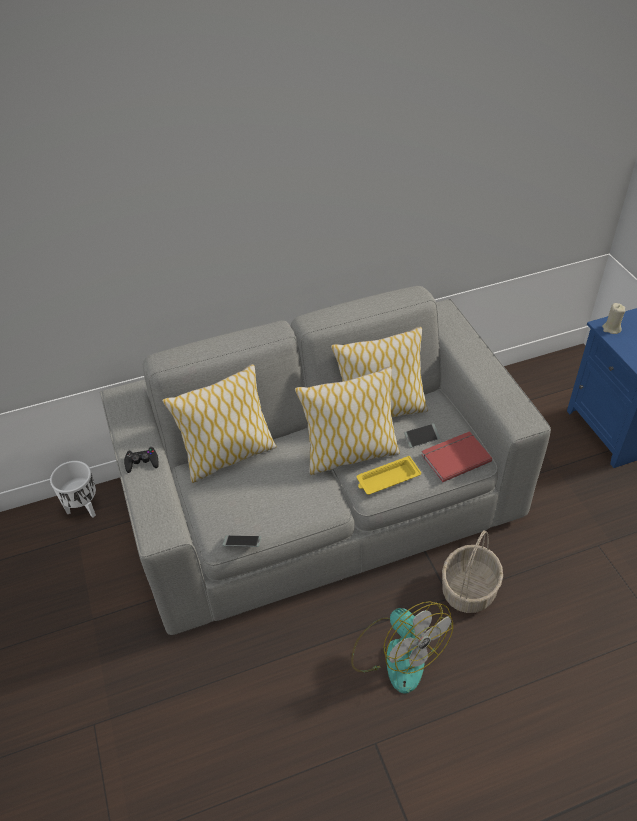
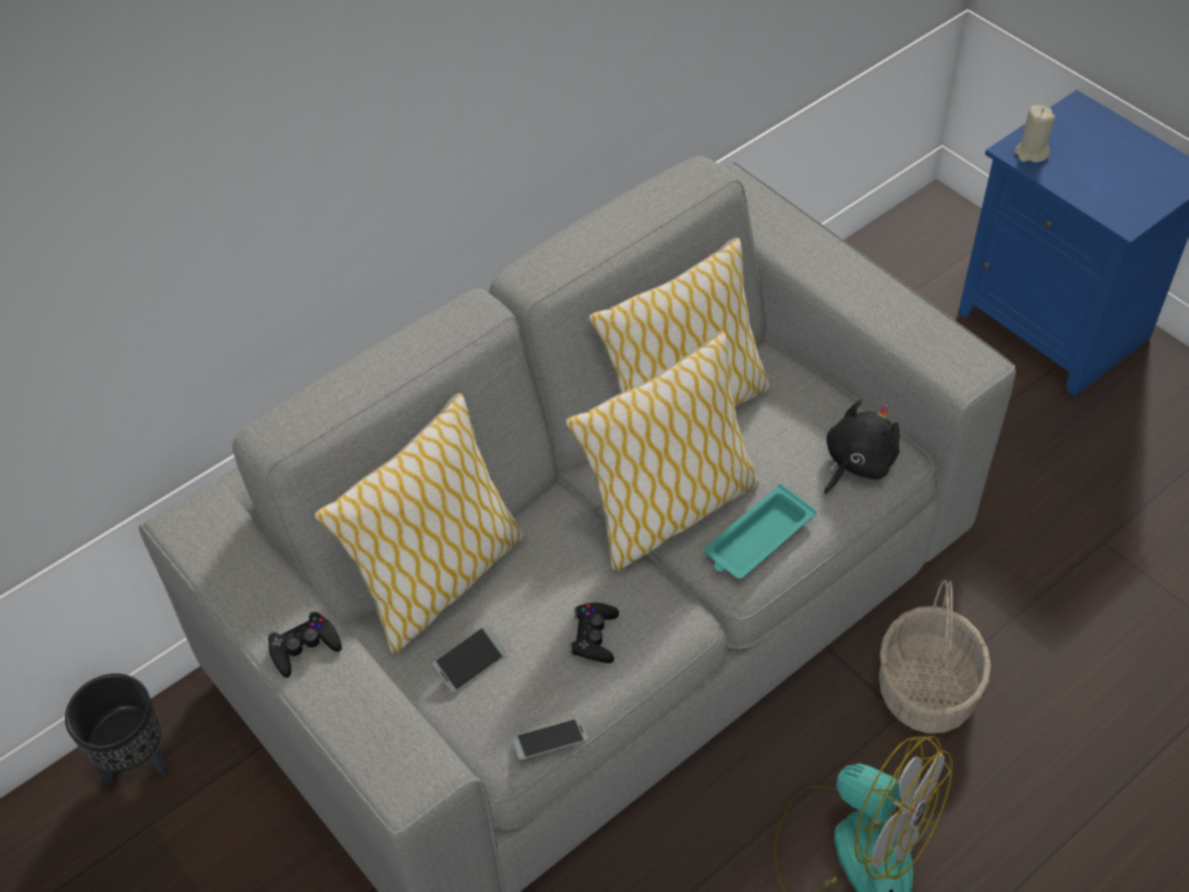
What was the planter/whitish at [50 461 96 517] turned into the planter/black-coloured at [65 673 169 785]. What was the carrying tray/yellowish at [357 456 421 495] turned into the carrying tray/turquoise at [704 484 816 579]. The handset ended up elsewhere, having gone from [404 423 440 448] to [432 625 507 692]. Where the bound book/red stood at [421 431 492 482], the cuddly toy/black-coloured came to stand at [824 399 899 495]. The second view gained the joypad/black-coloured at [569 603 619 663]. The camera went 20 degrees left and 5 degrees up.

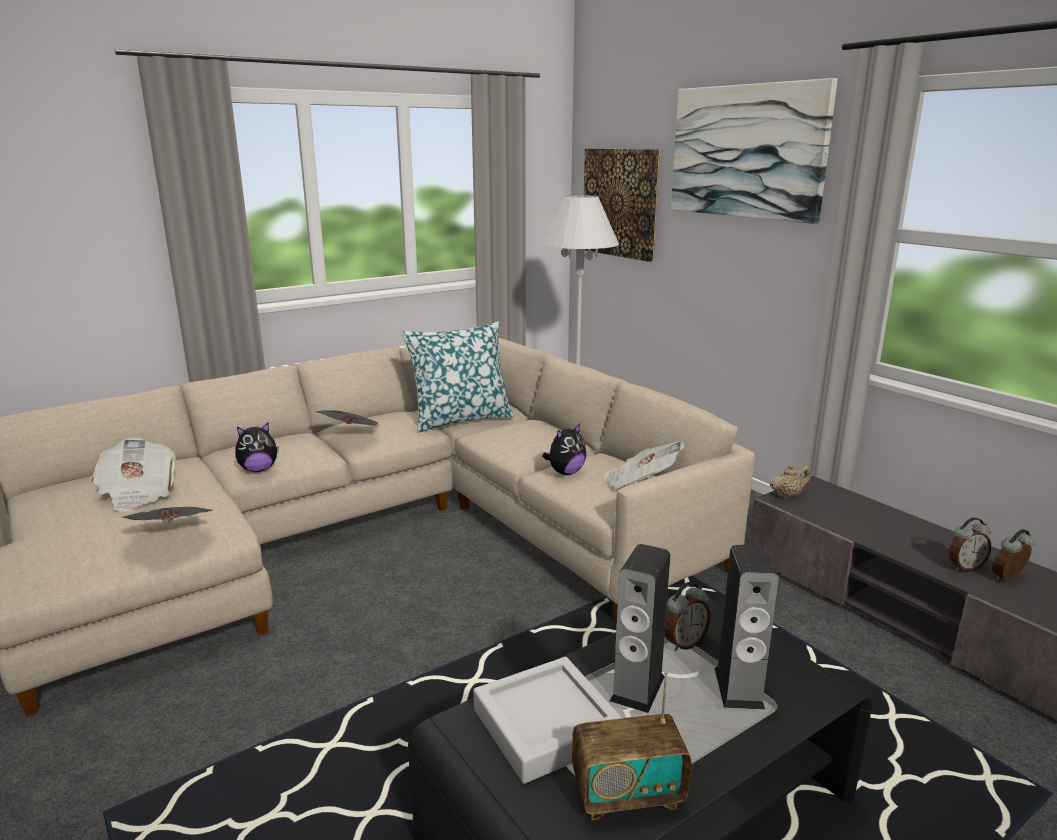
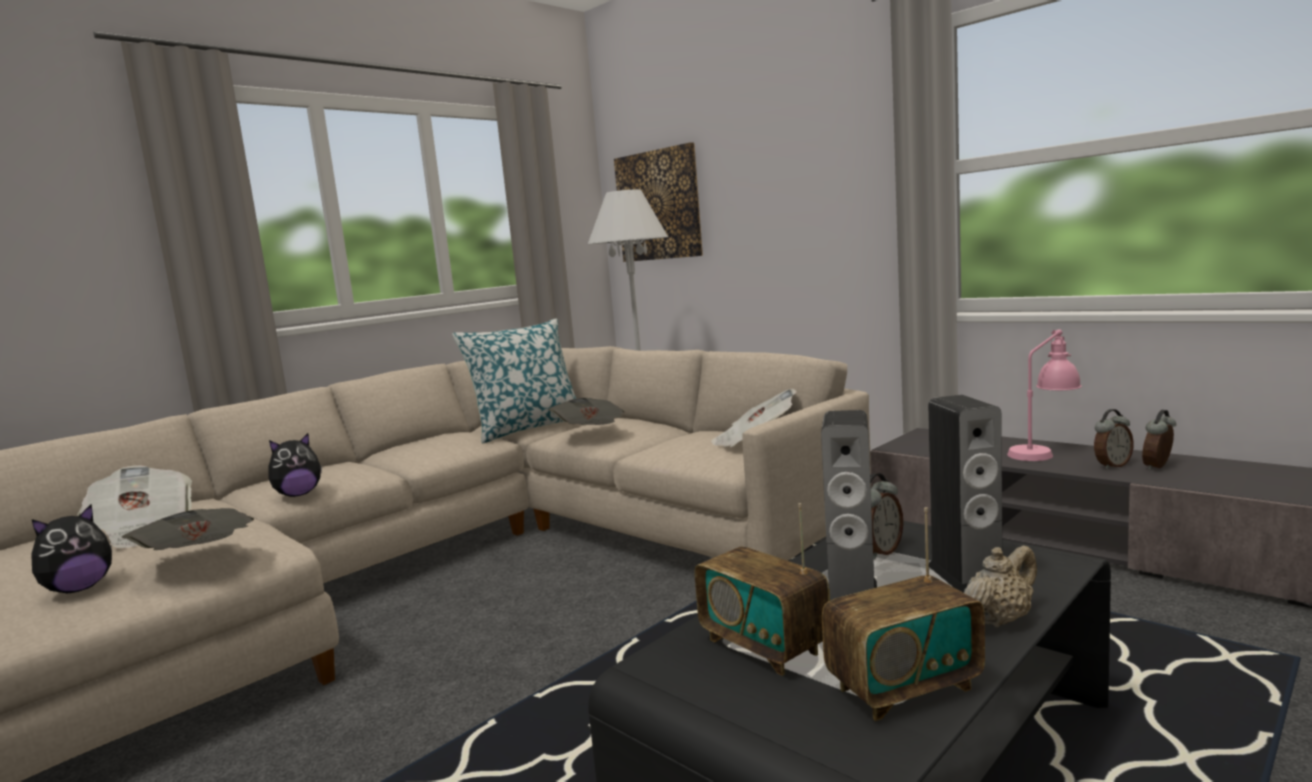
The printed paper ended up elsewhere, having gone from [316 410 377 426] to [549 398 624 425]. Where the carrying tray/grey stood at [473 657 622 783], the radio set came to stand at [695 503 830 676]. The cuddly toy ended up elsewhere, having gone from [542 424 586 475] to [31 505 112 593]. The second view lost the wall picture at [671 78 838 224]. The teapot/beige-coloured ended up elsewhere, having gone from [770 464 811 498] to [964 545 1037 628]. The second view gained the lamp for a table/pinkish at [1007 329 1082 461]. The camera went 10 degrees left and 10 degrees down.

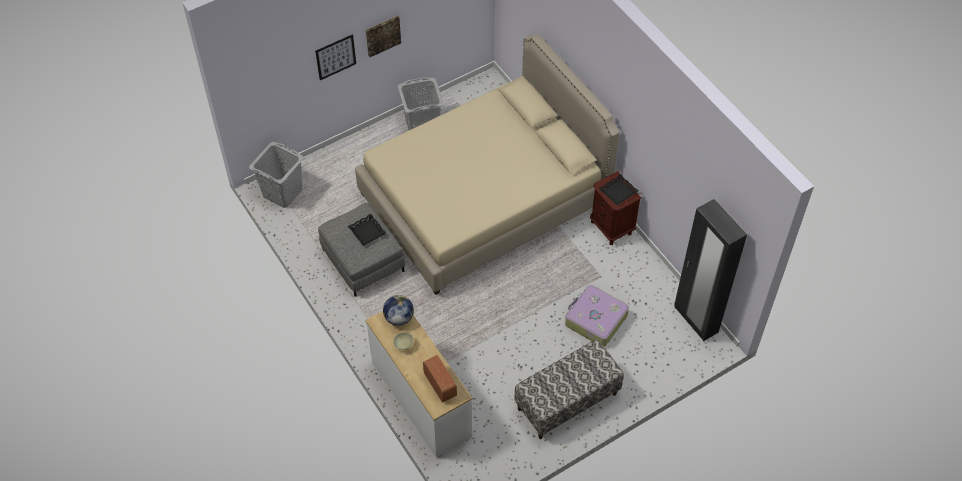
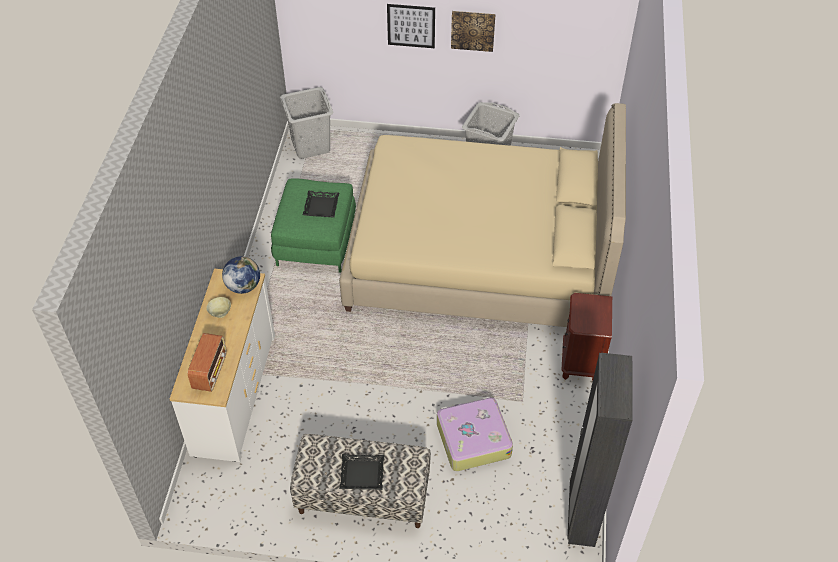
What was the ottoman/grey at [318 202 405 297] turned into the ottoman/green-coloured at [271 178 356 273]. The carrying tray/black-coloured ended up elsewhere, having gone from [599 174 639 205] to [339 454 384 490]. The camera went 40 degrees right and 5 degrees down.

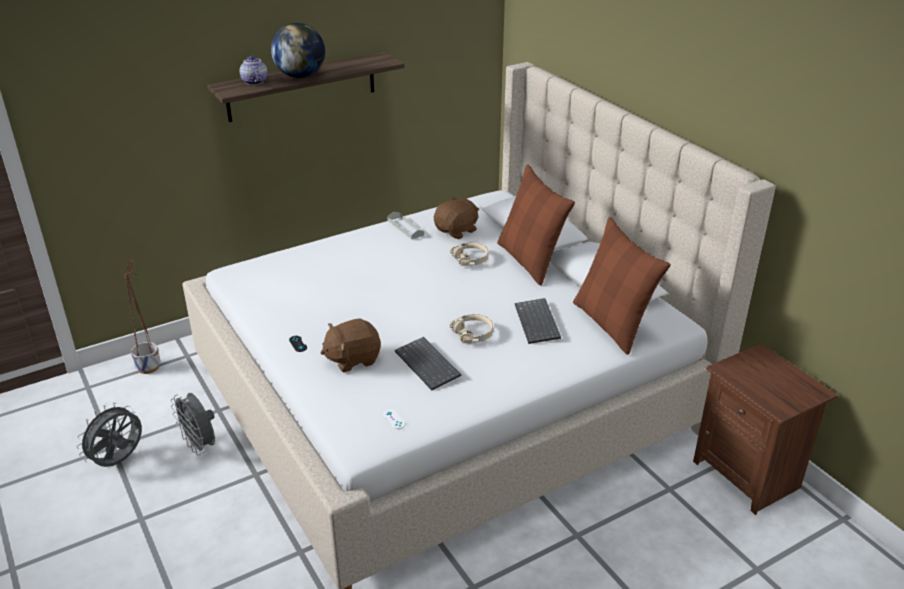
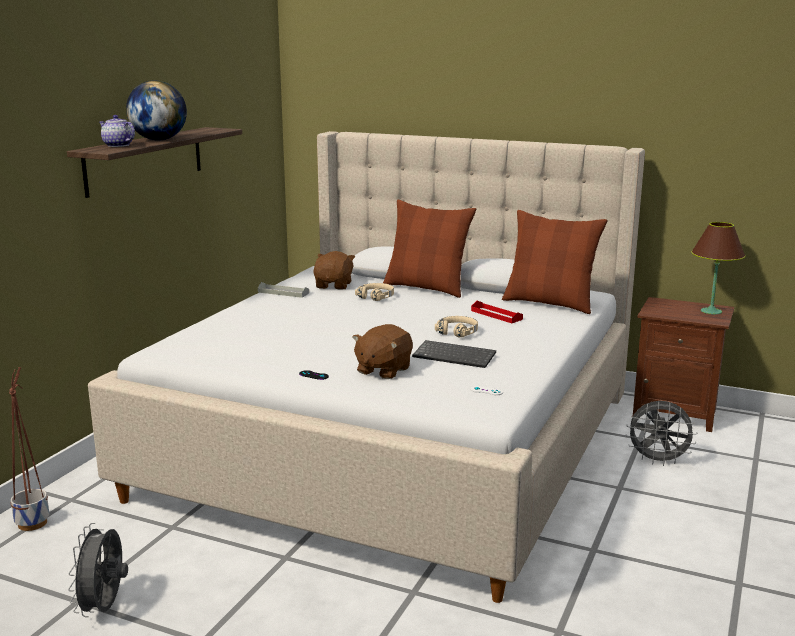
The fan/grey ended up elsewhere, having gone from [170 393 215 455] to [626 401 698 466]. Where the keyboard stood at [515 298 561 344], the carrying tray/red came to stand at [471 301 523 323]. The second view gained the lamp for a table/brownish at [691 222 745 314]. The camera went 35 degrees left and 15 degrees down.

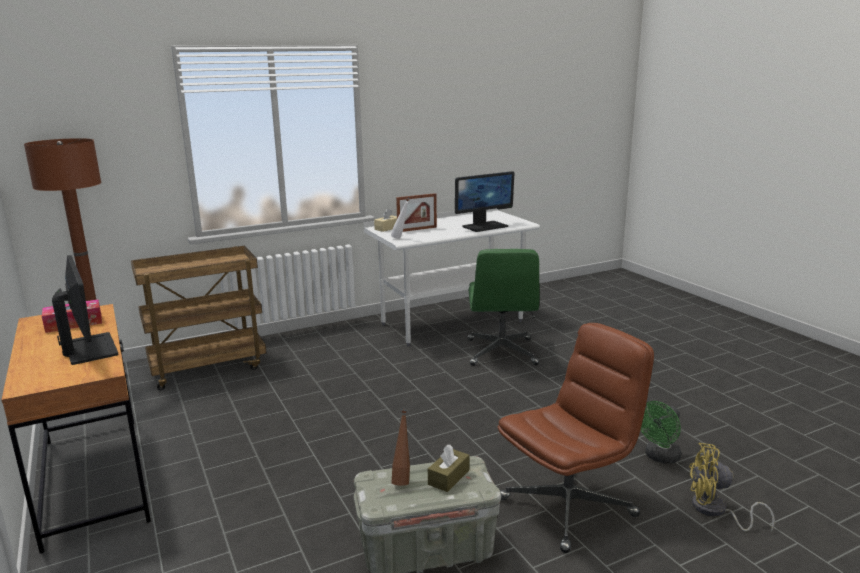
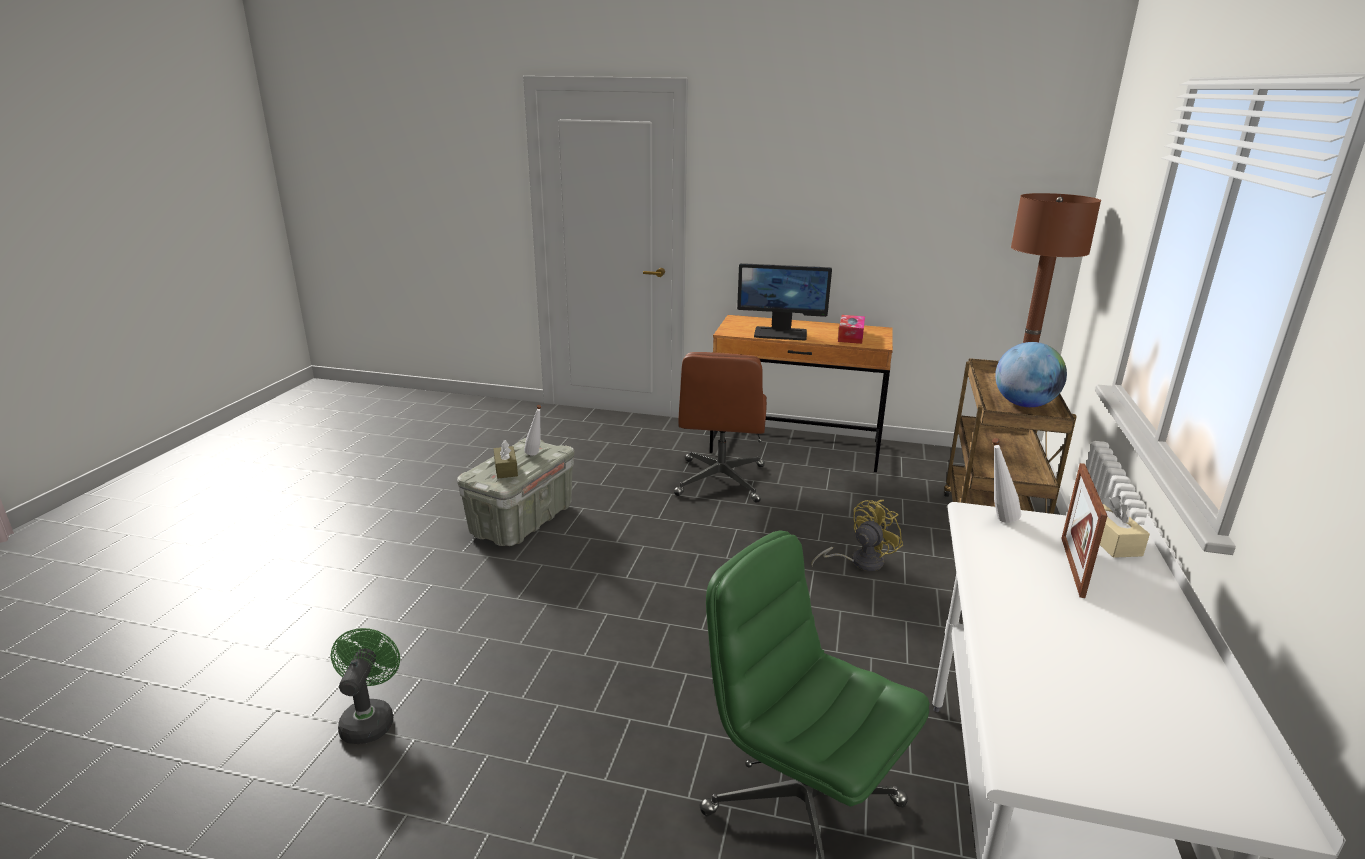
What was the beverage bottle/brownish at [392 410 410 486] turned into the beverage bottle/whitish at [524 405 542 456]. The second view lost the computer screen at [455 171 514 232]. The computer chair/brownish ended up elsewhere, having gone from [497 323 654 553] to [674 352 767 503]. The fan/yellowish ended up elsewhere, having gone from [689 443 775 532] to [811 500 903 571]. The second view gained the world globe at [995 342 1067 407]. The camera went 130 degrees right and 5 degrees up.

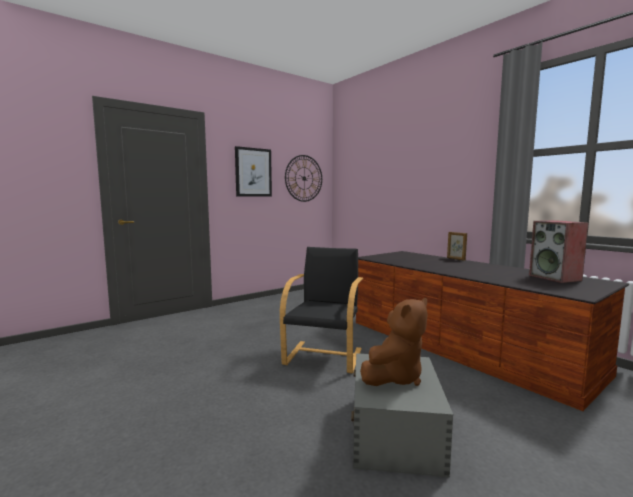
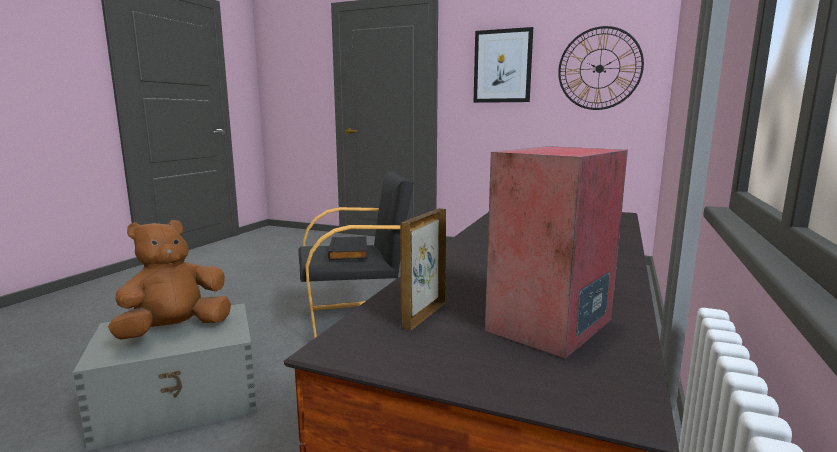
The cuddly toy/brownish at [360 298 428 386] ended up facing another way, 120 degrees clockwise from before. The standing frame ended up elsewhere, having gone from [447 232 467 261] to [400 208 446 330]. The second view gained the bound book/black-coloured at [328 236 367 260]. The camera went 60 degrees right and 5 degrees up.

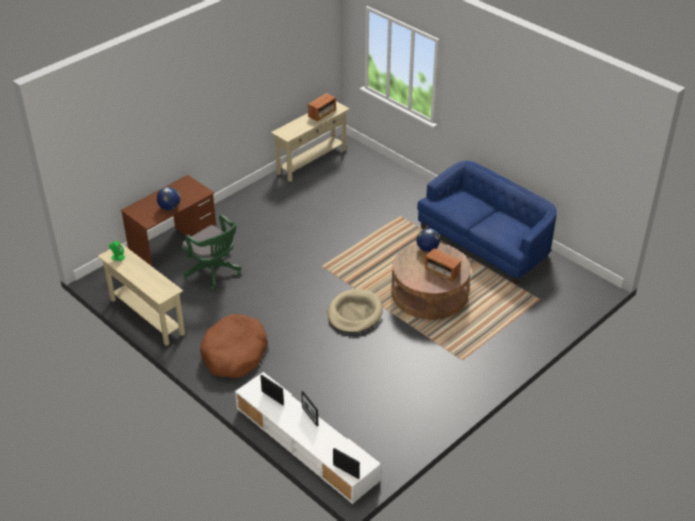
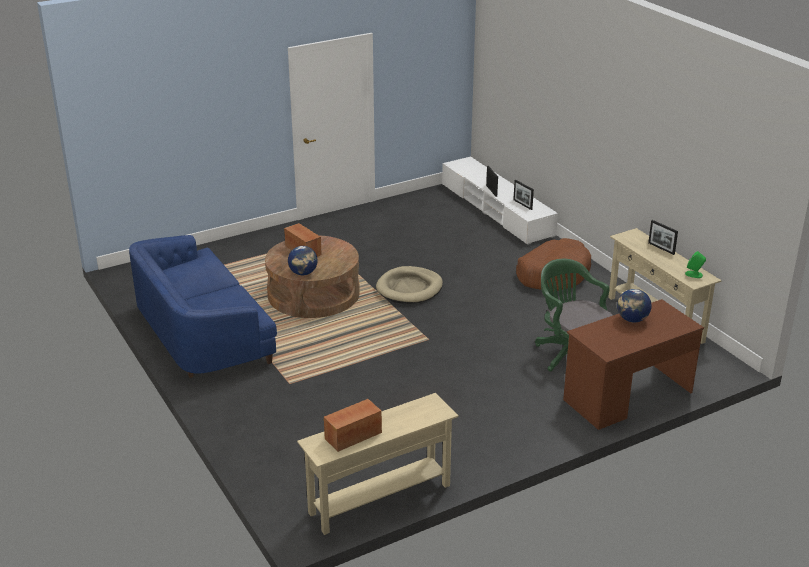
The standing frame ended up elsewhere, having gone from [333 448 360 479] to [648 220 678 255]. The camera went 165 degrees left and 10 degrees down.

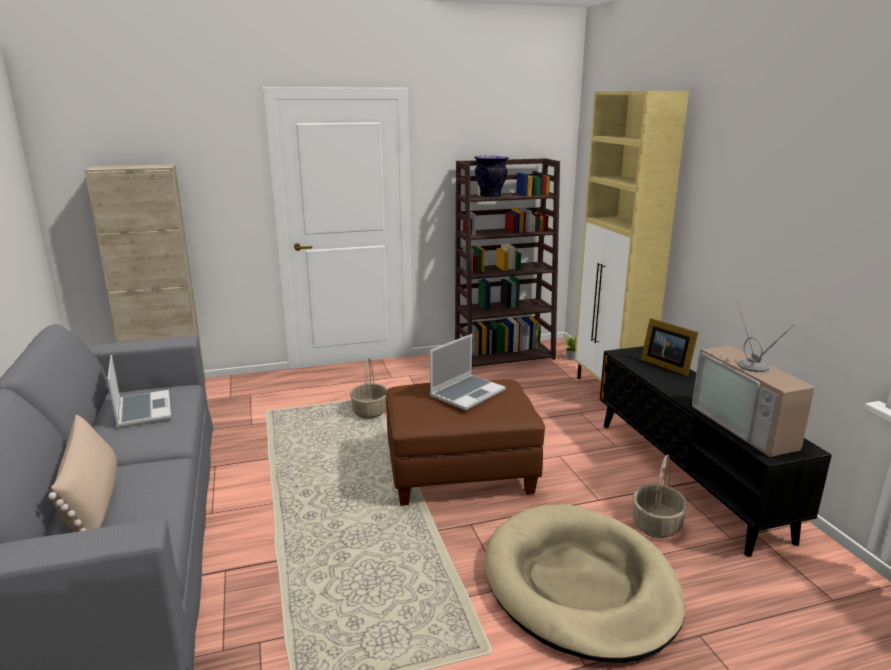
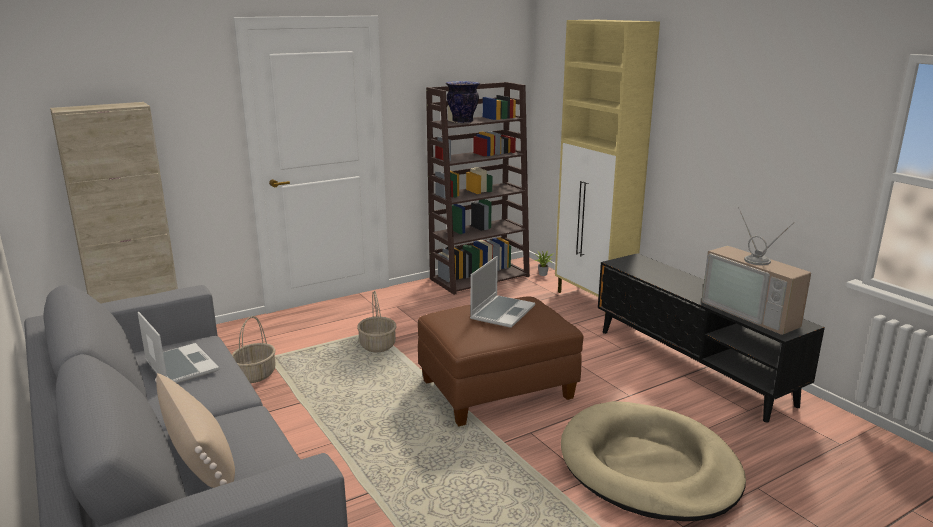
The basket ended up elsewhere, having gone from [633 455 688 538] to [232 316 275 383]. The second view lost the standing frame at [641 318 699 376]. The camera went 15 degrees left and 0 degrees up.

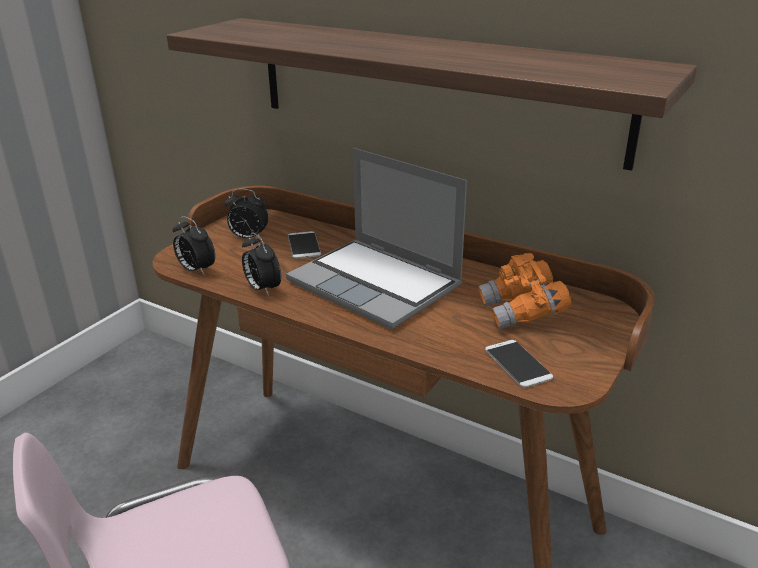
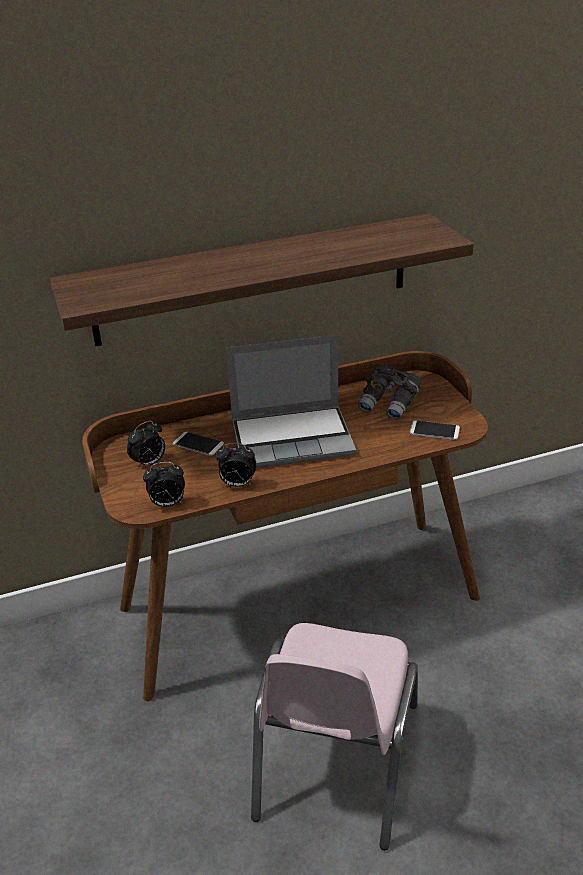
What was the pair of binoculars/orange-coloured at [478 253 571 329] turned into the pair of binoculars/grey at [358 364 421 420]. The camera went 50 degrees left and 5 degrees up.

